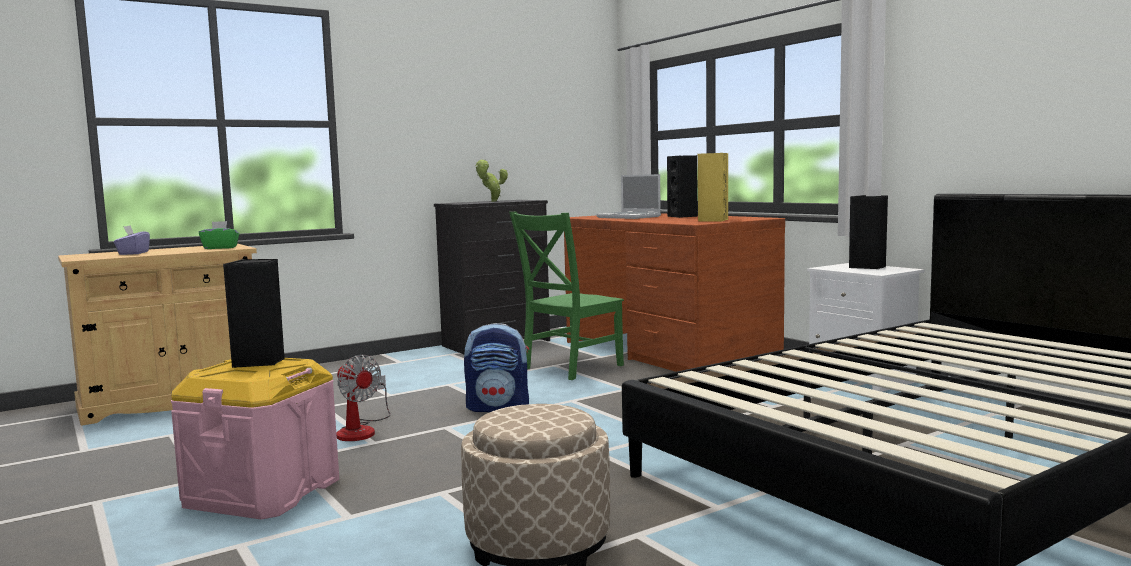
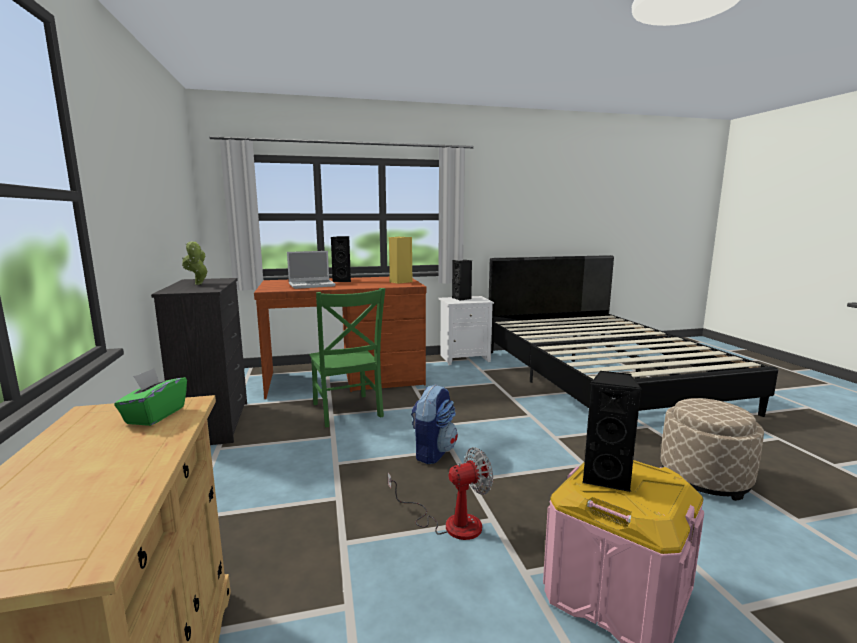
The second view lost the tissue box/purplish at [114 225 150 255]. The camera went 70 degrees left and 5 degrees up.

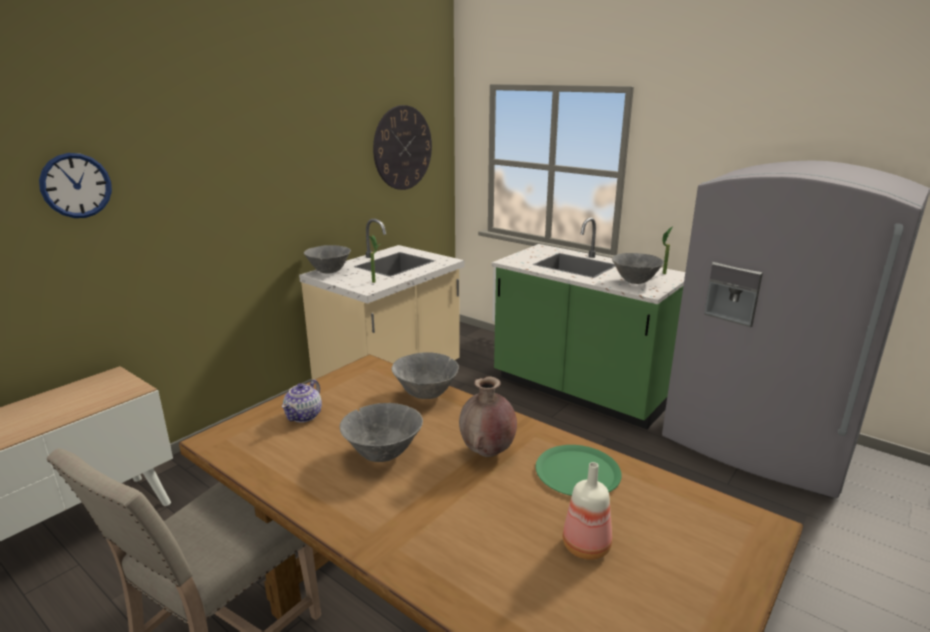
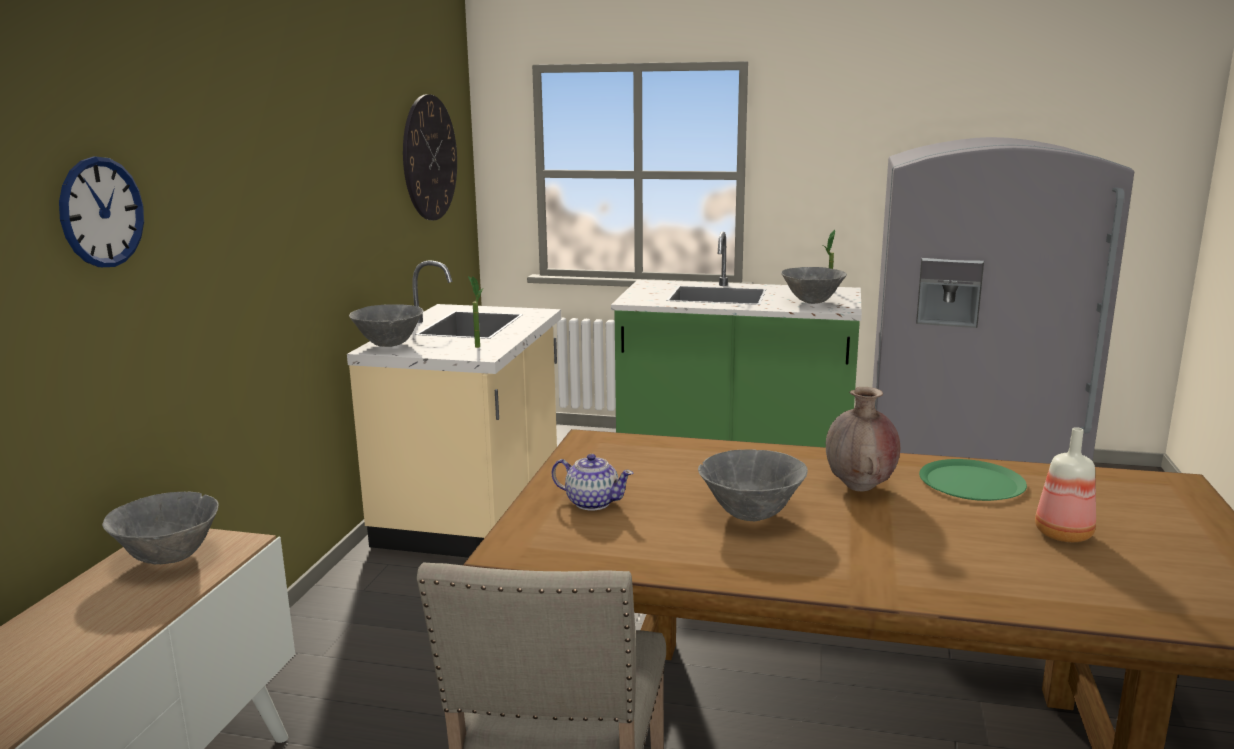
The teapot at [282 379 322 423] ended up facing another way, 60 degrees counterclockwise from before. The deep dish/grey ended up elsewhere, having gone from [391 352 459 399] to [102 492 219 564]. The camera went 25 degrees left and 5 degrees down.

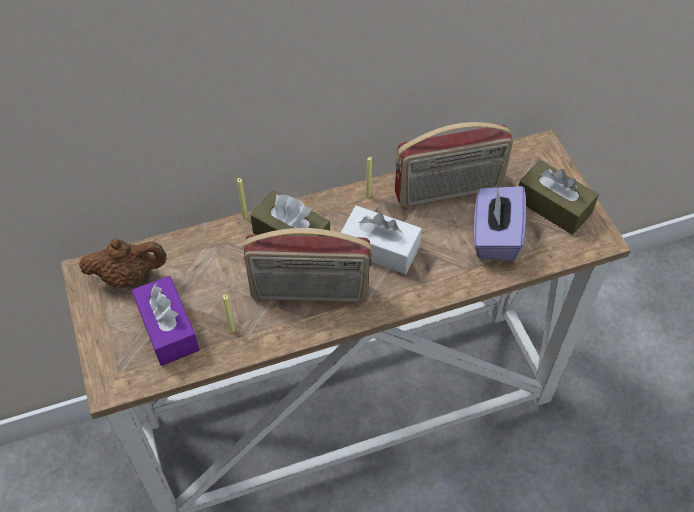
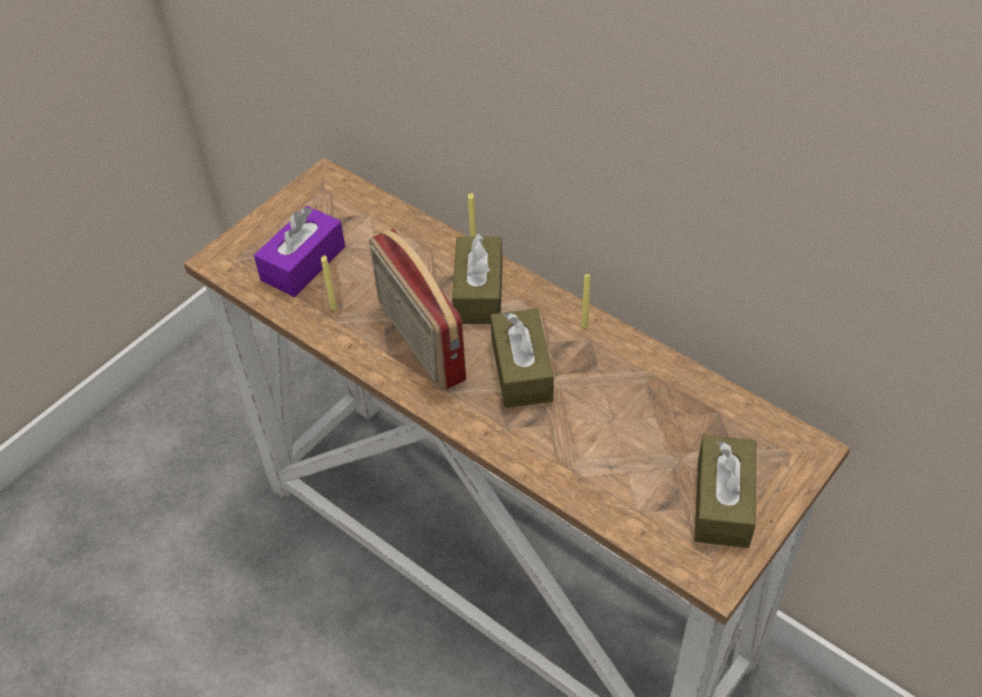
The second view lost the teapot/brownish at [79 239 167 288]. What was the tissue box/whitish at [340 205 422 274] turned into the tissue box/brownish at [490 308 554 408]. The second view lost the radio set at [395 122 513 207]. The second view lost the tissue box/purplish at [474 186 526 261]. The camera went 60 degrees right and 5 degrees down.

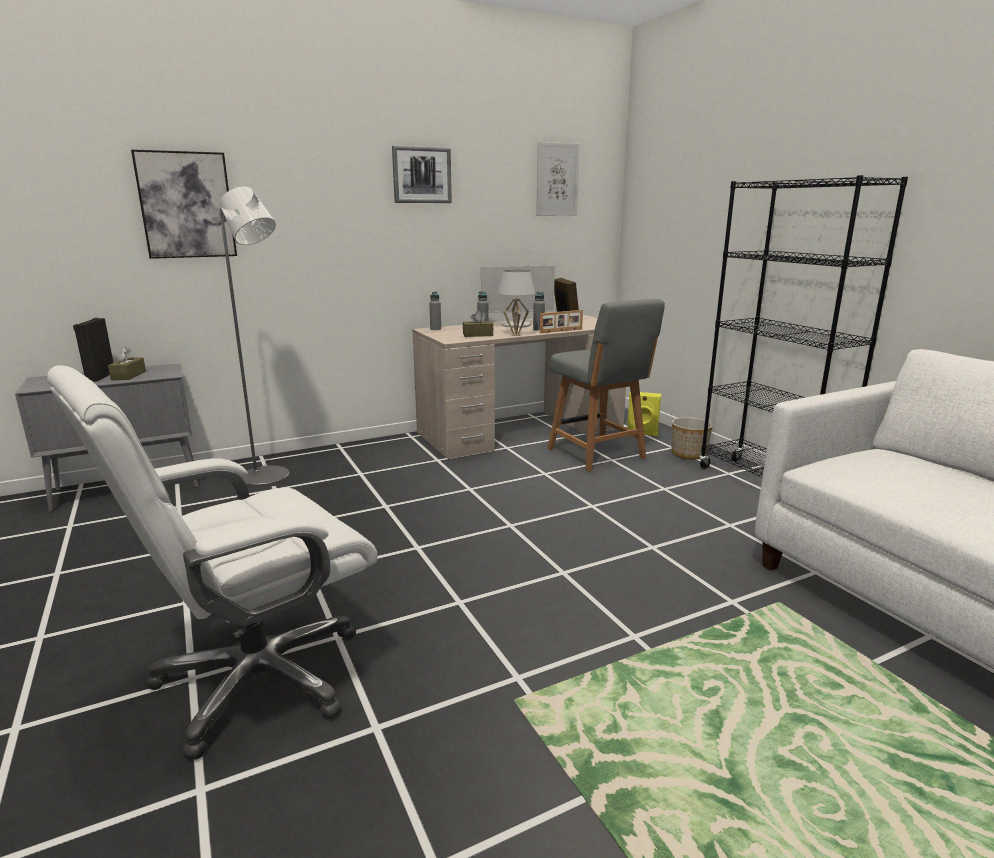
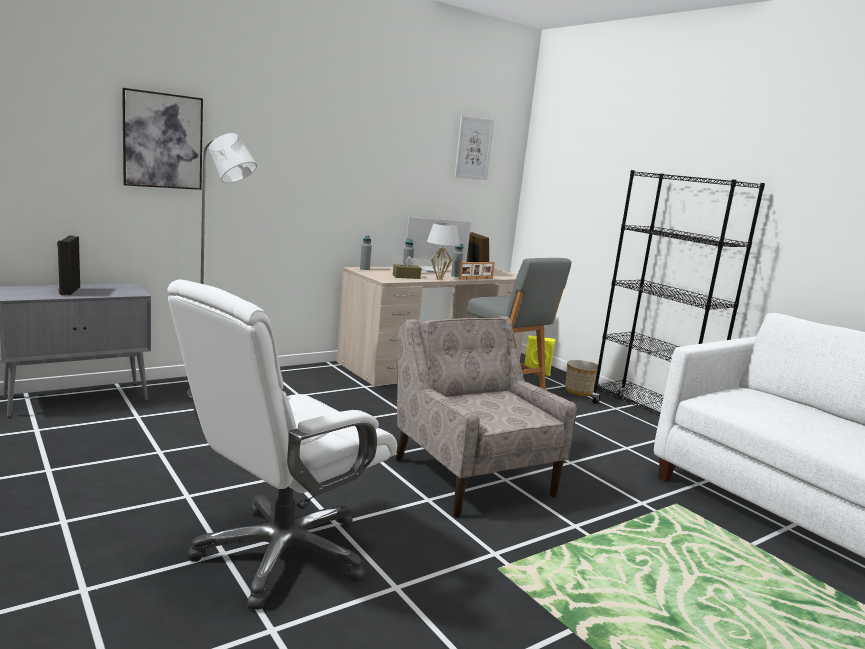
The second view lost the tissue box/brownish at [108 347 146 380]. The second view lost the wall picture at [392 146 452 203]. The second view gained the armchair/beige-coloured at [396 316 577 518]. The camera went 10 degrees left and 5 degrees down.

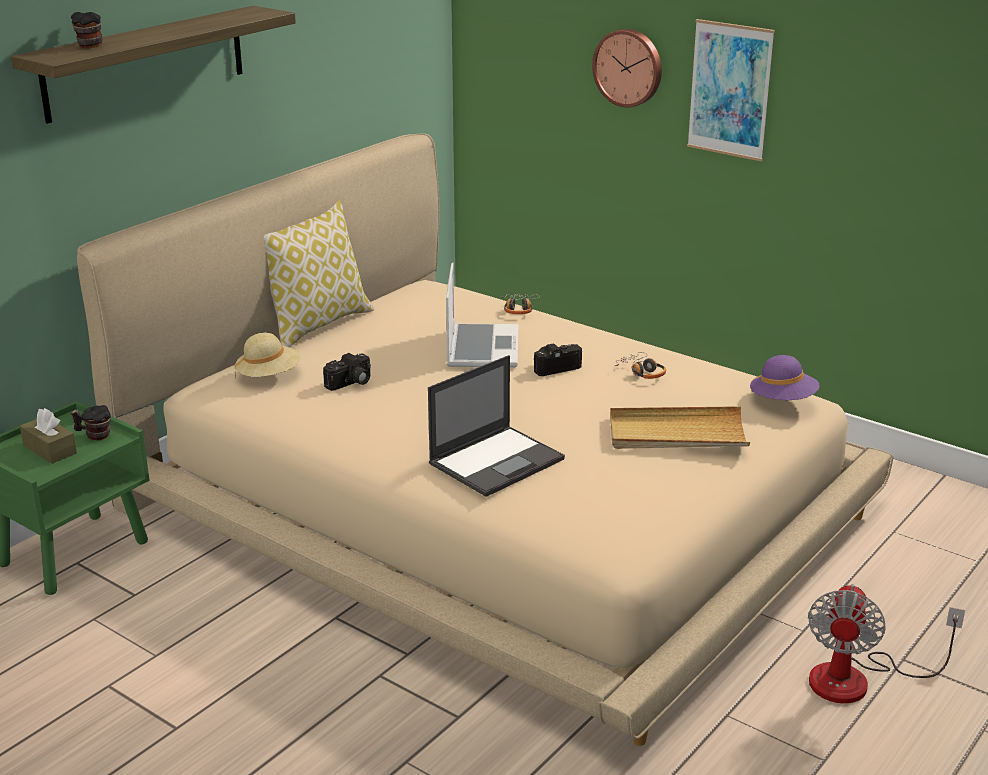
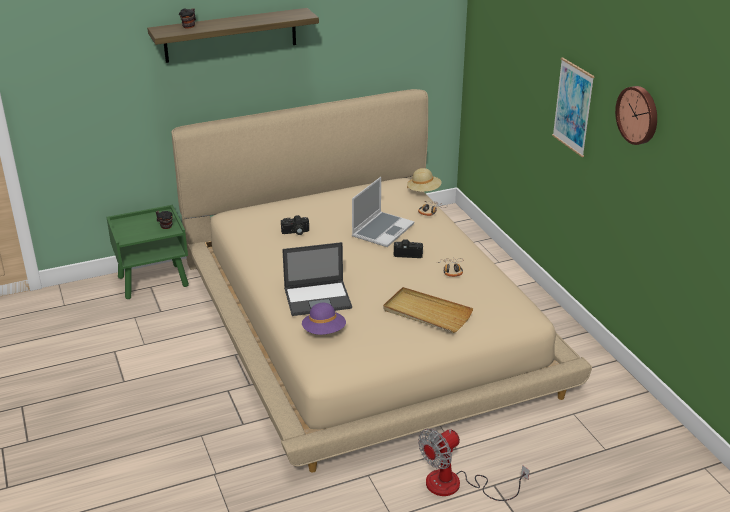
The second view lost the tissue box/brownish at [20 408 77 464]. The hat/beige-coloured ended up elsewhere, having gone from [235 332 300 378] to [407 168 442 192]. The second view lost the cushion at [264 201 374 347]. The hanging clock ended up elsewhere, having gone from [592 29 662 108] to [615 86 657 145]. The hat/purplish ended up elsewhere, having gone from [750 355 820 400] to [302 303 346 335]. The camera went 30 degrees right and 5 degrees up.

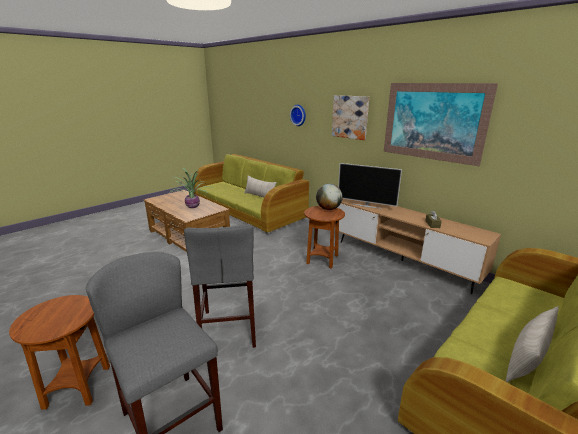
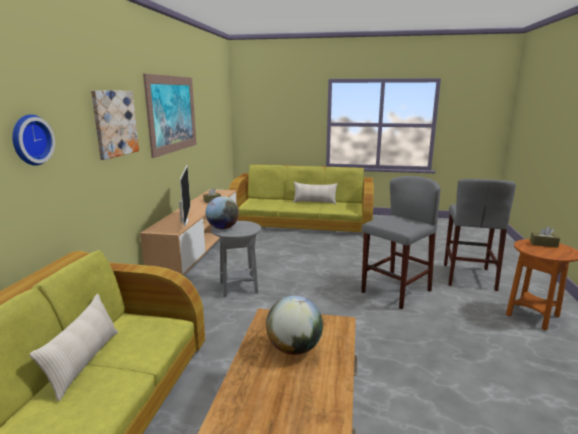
Where the potted plant stood at [169 168 213 208], the world globe came to stand at [266 296 323 355]. What was the end table/brownish at [304 206 345 268] turned into the end table/grey at [211 221 261 297]. The second view gained the tissue box/brownish at [530 226 560 248]. The camera went 125 degrees left and 5 degrees down.

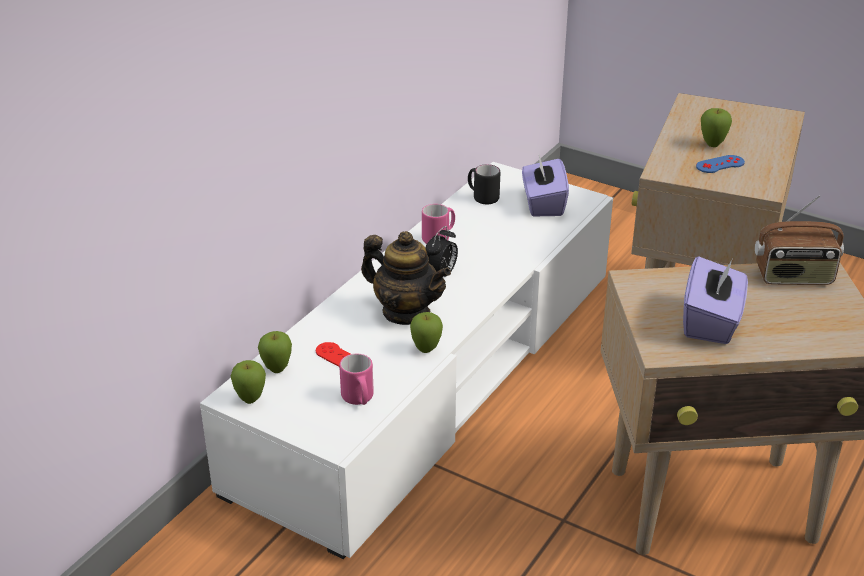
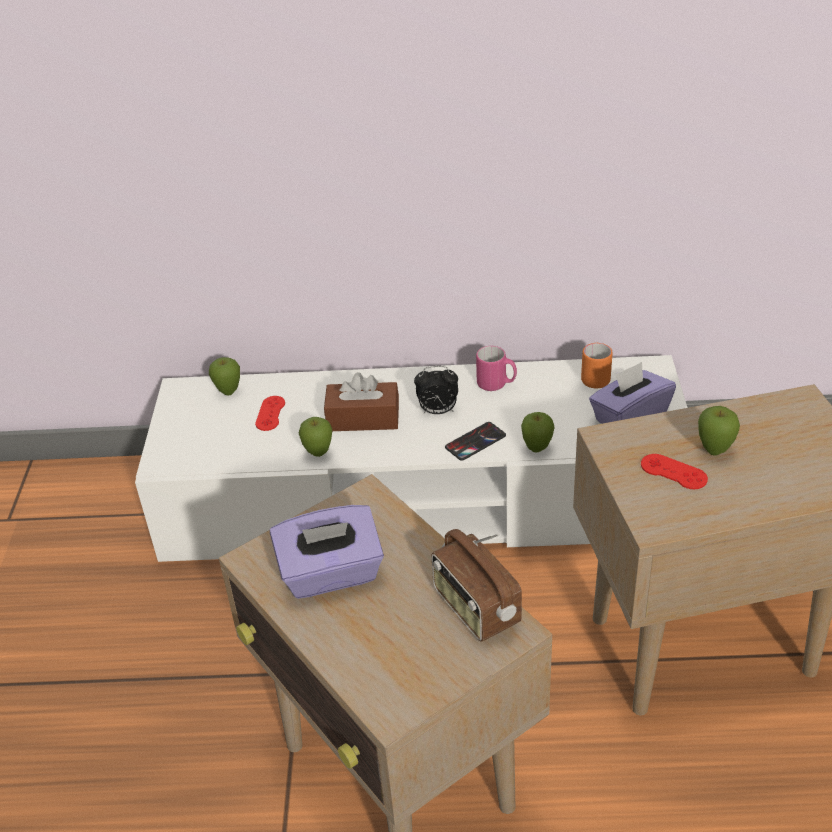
The whole apple ended up elsewhere, having gone from [231 360 266 404] to [521 412 555 452]. The second view lost the coffee mug/pinkish at [339 354 374 405]. Where the teapot stood at [361 231 451 325], the tissue box/brownish came to stand at [324 372 399 431]. What was the coffee mug/black-coloured at [468 164 500 205] turned into the coffee mug/orange-coloured at [581 343 613 389]. What was the joypad/bluish at [696 155 745 173] turned into the joypad/red at [641 454 708 489]. The second view gained the handset at [445 422 506 461]. The camera went 60 degrees right and 5 degrees up.

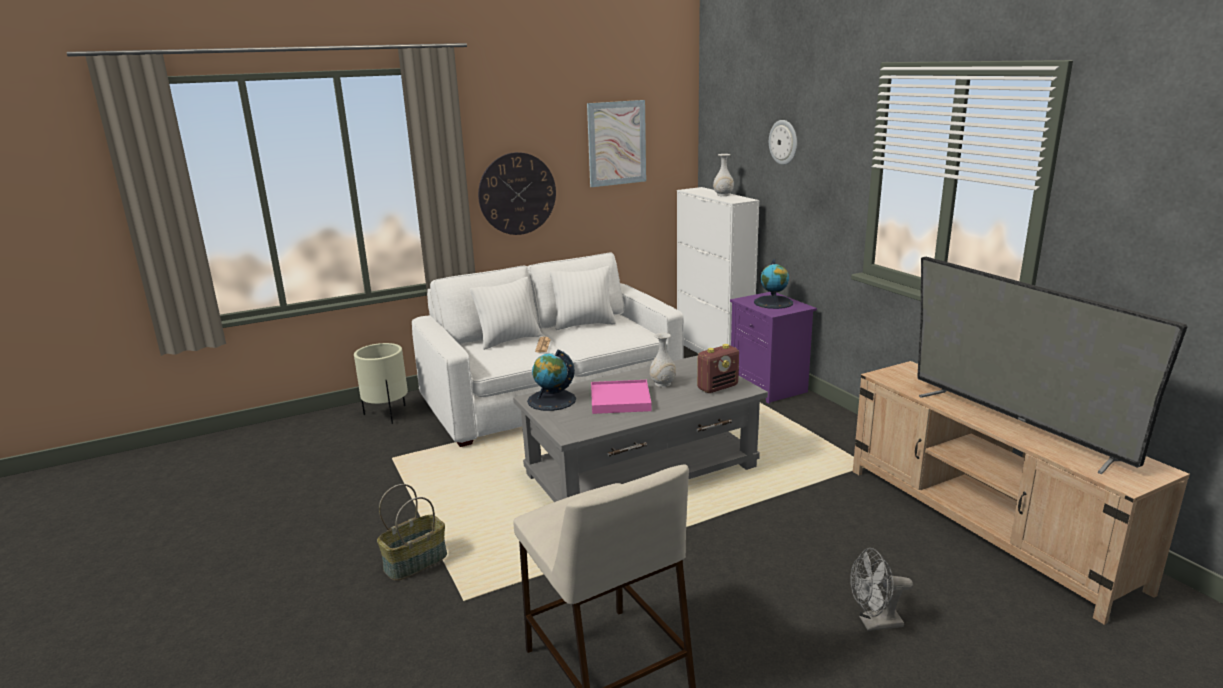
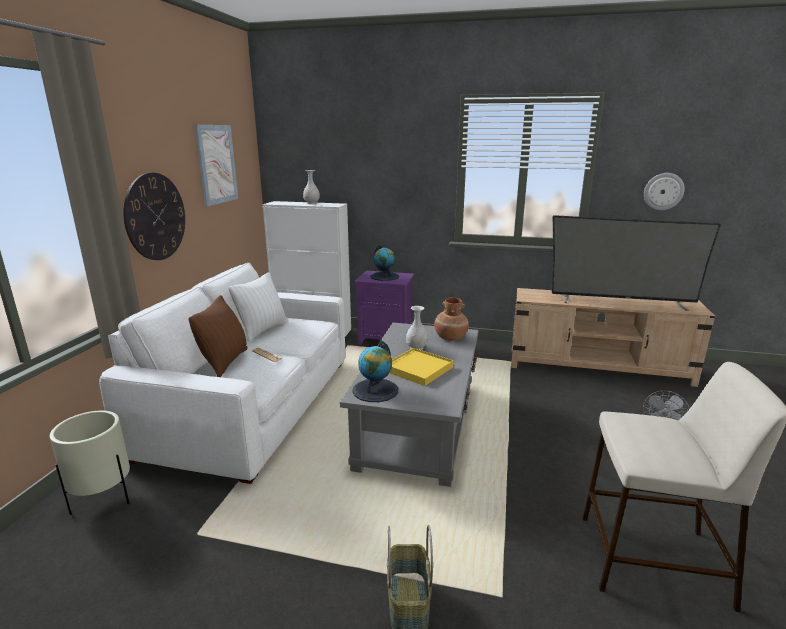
What was the cushion/whitish at [470 277 542 350] turned into the cushion/brownish at [189 295 248 377]. What was the carrying tray/pinkish at [591 380 652 414] turned into the carrying tray/yellowish at [390 348 454 386]. Where the radio set stood at [697 344 739 393], the flower vase/brownish came to stand at [434 297 469 341]. The hanging clock ended up elsewhere, having gone from [769 120 797 165] to [644 173 685 210]. The camera went 50 degrees left and 0 degrees up.

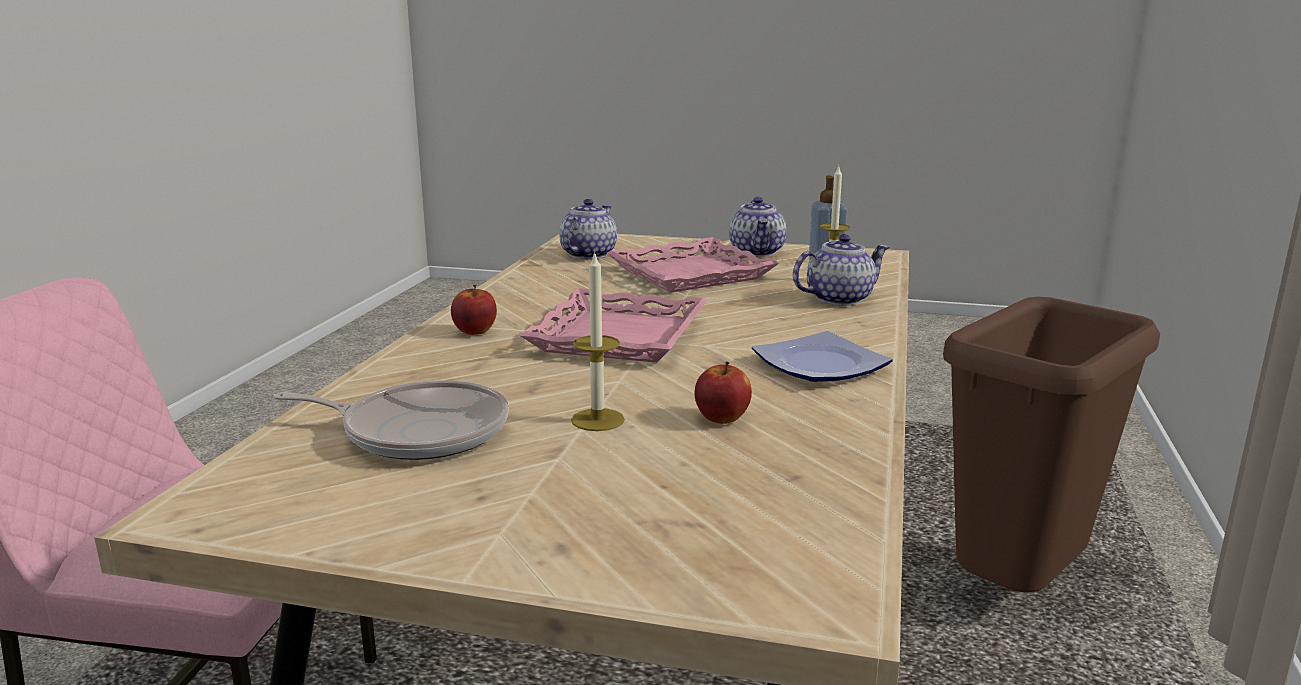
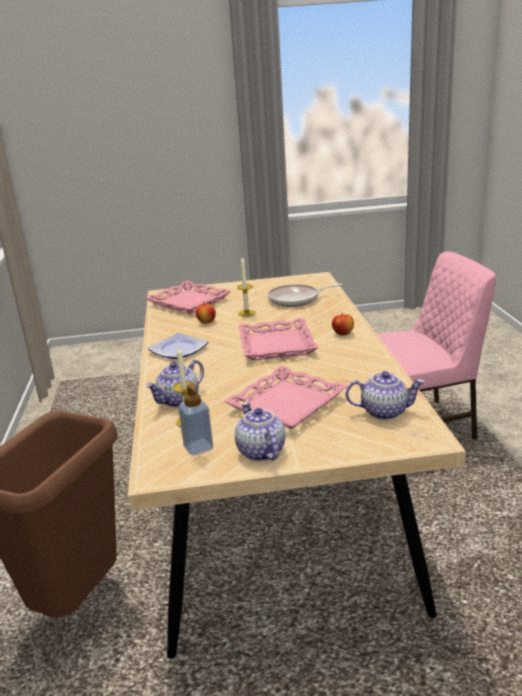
The teapot at [559 199 617 259] ended up facing another way, 90 degrees counterclockwise from before. The second view gained the carrying tray/pinkish at [145 281 231 314]. The camera went 160 degrees right and 5 degrees up.

